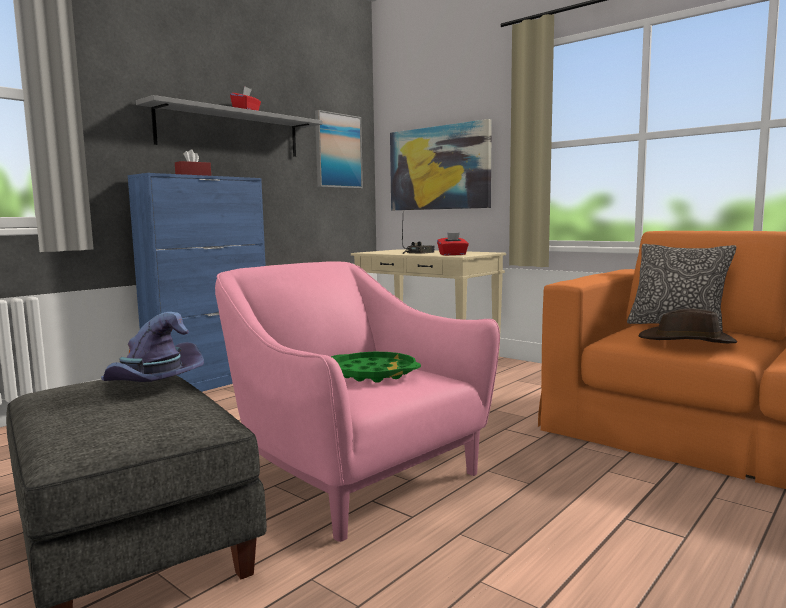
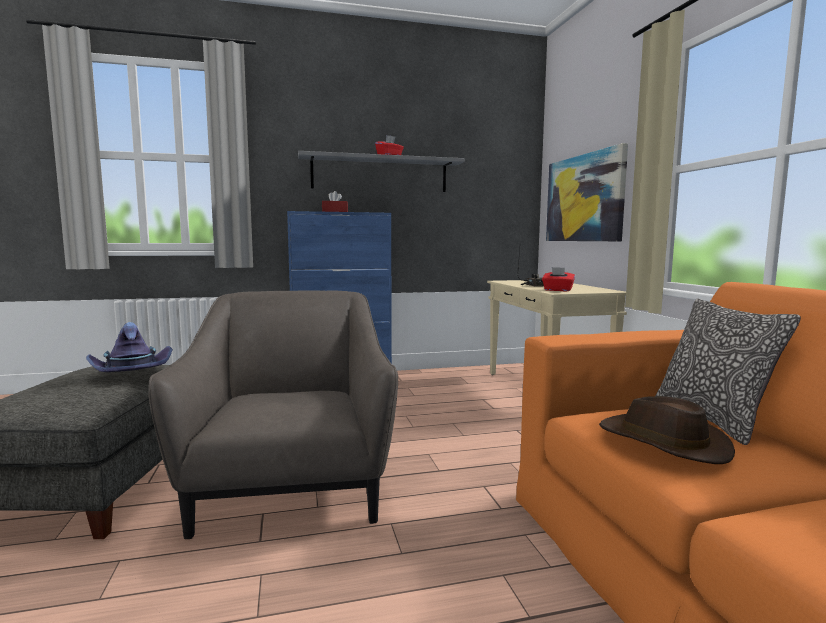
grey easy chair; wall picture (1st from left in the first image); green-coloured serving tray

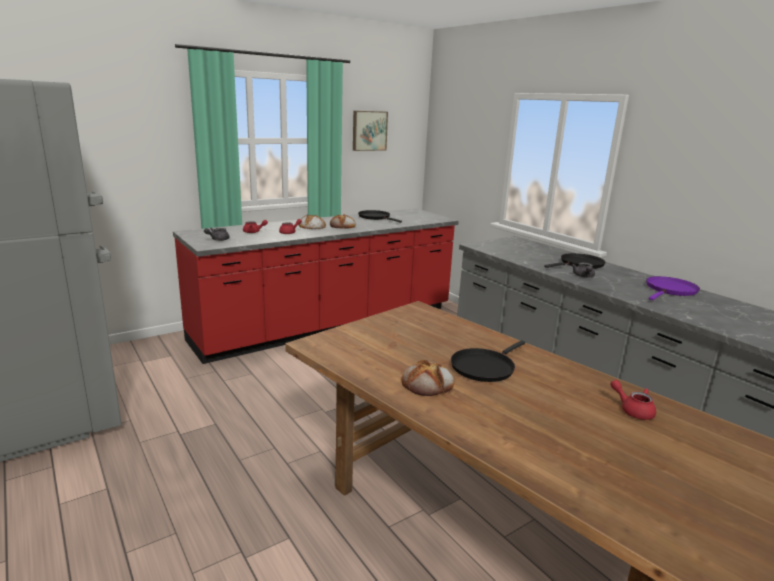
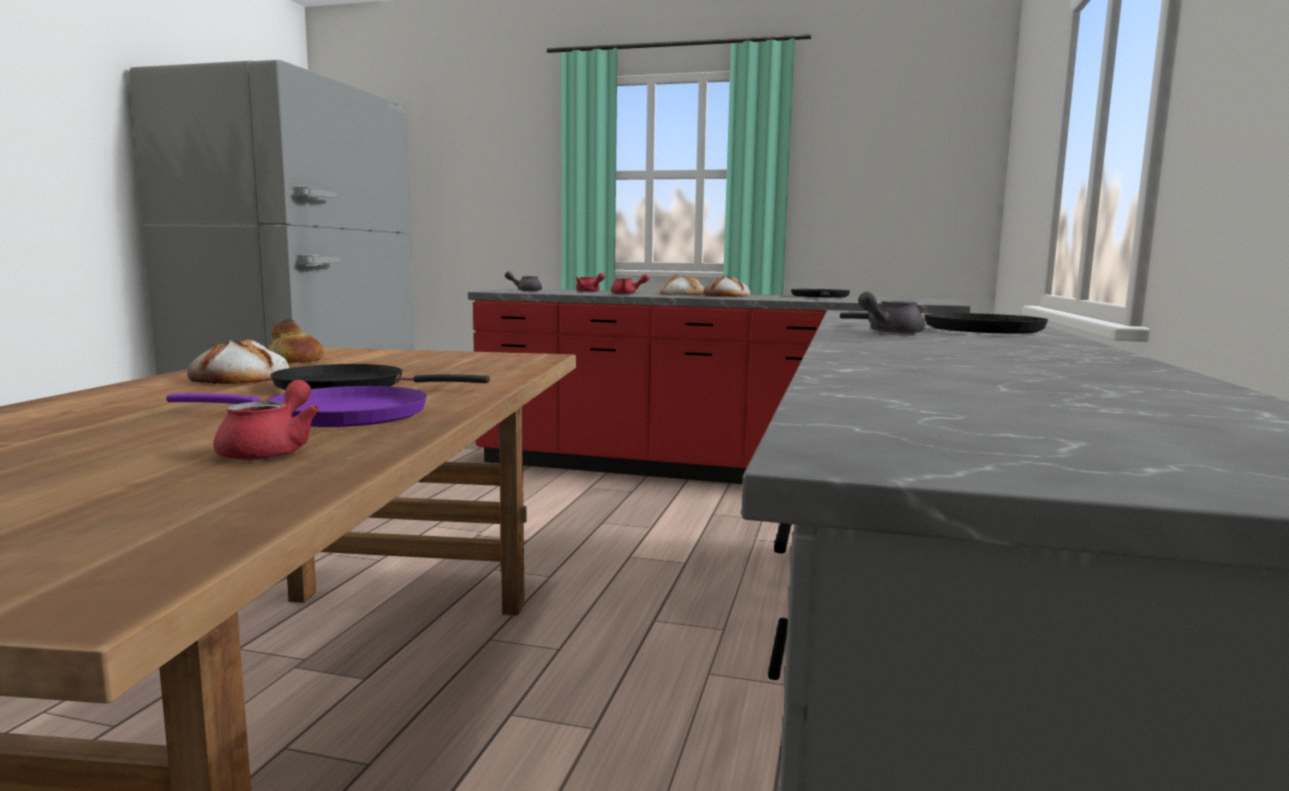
purplish pan; bakery bread (2nd from left); wall picture

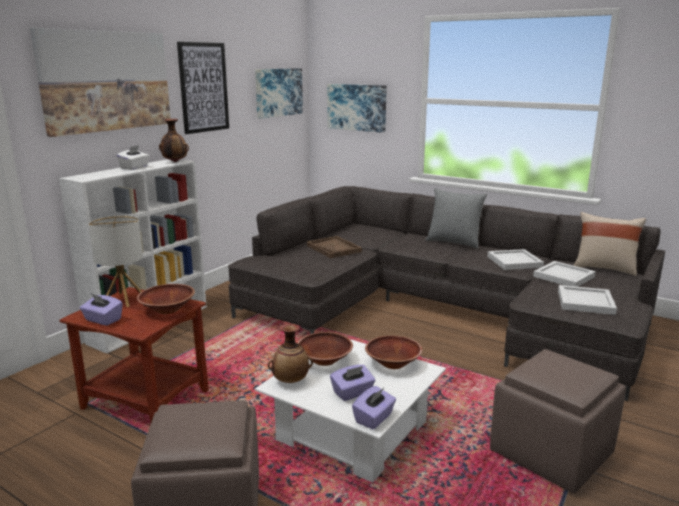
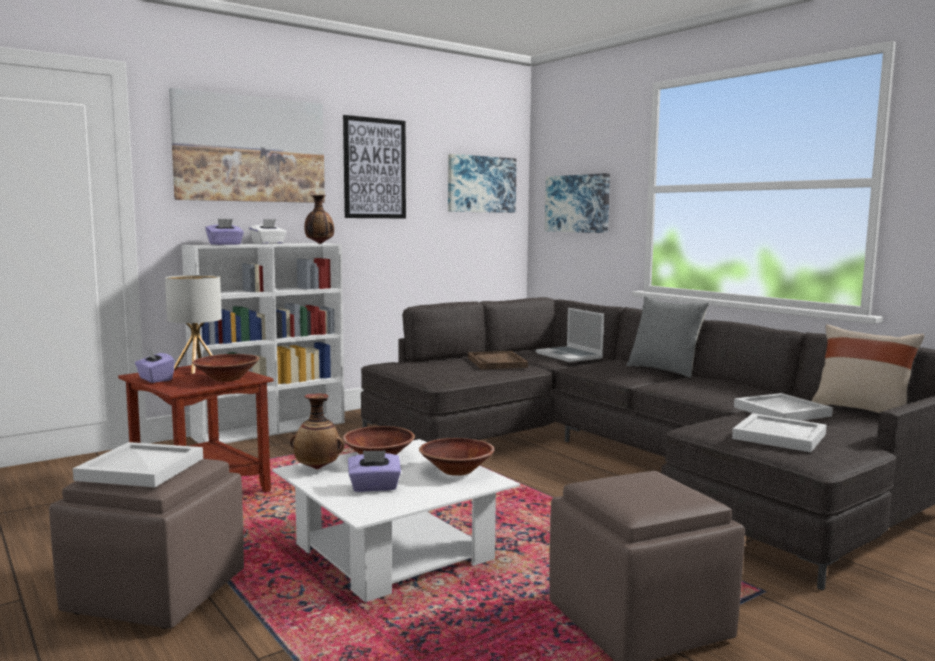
whitish serving tray (1st from left); purplish tissue box (2nd from left); laptop

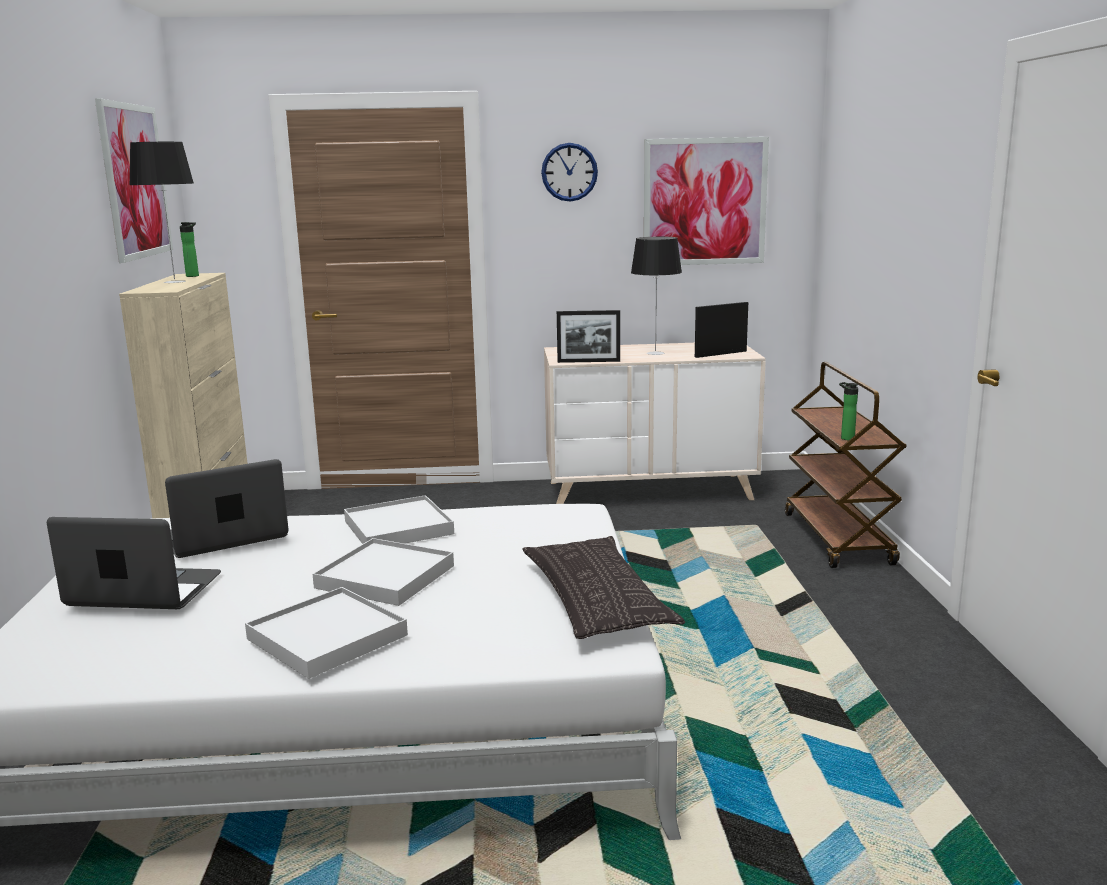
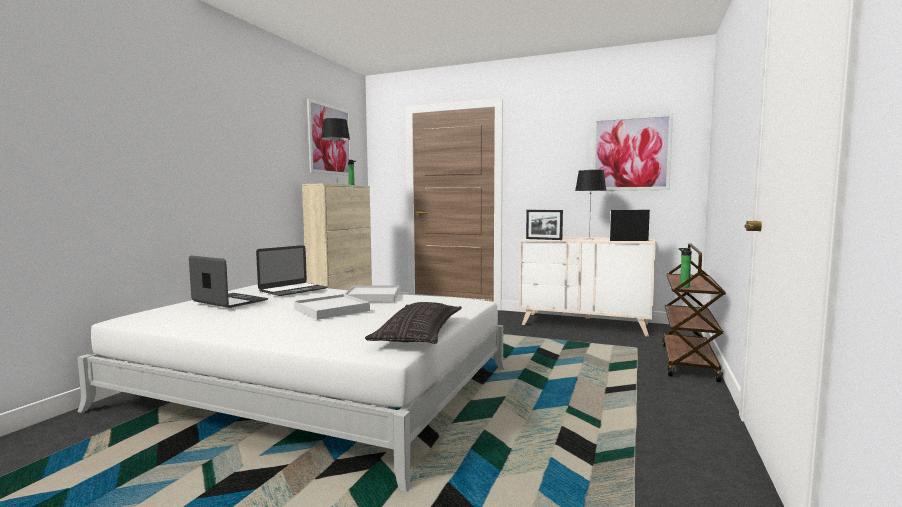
laptop (2nd from left); whitish serving tray (1st from left in the first image); clock on the wall

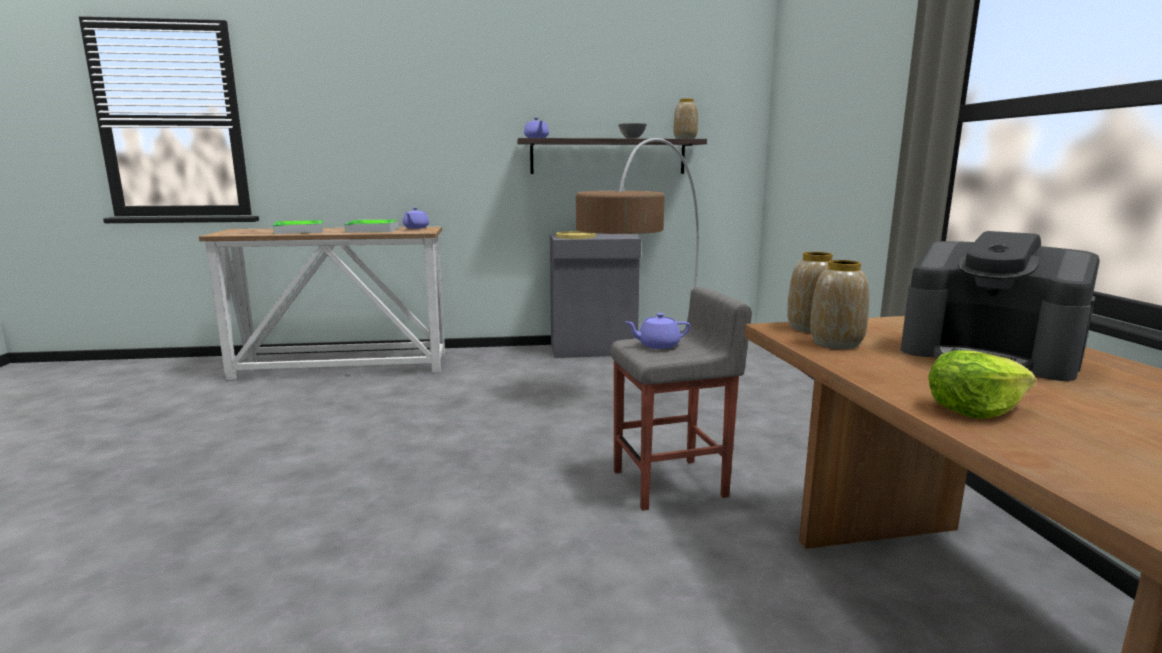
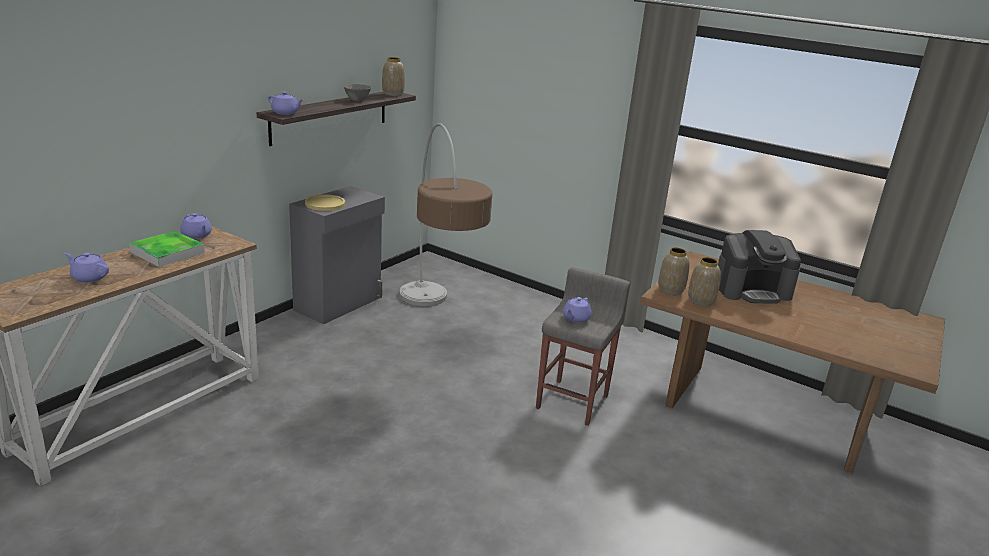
purplish tea pot (1st from left); head of lettuce

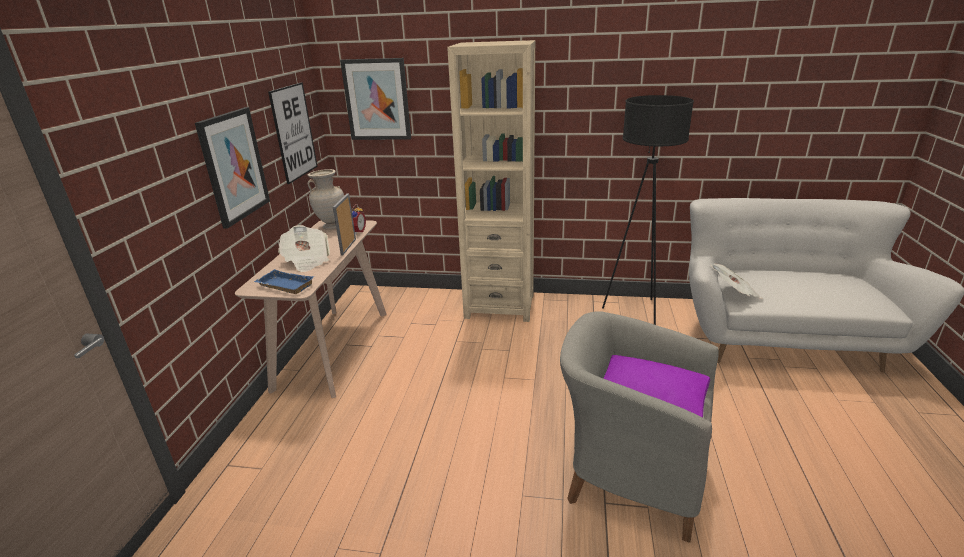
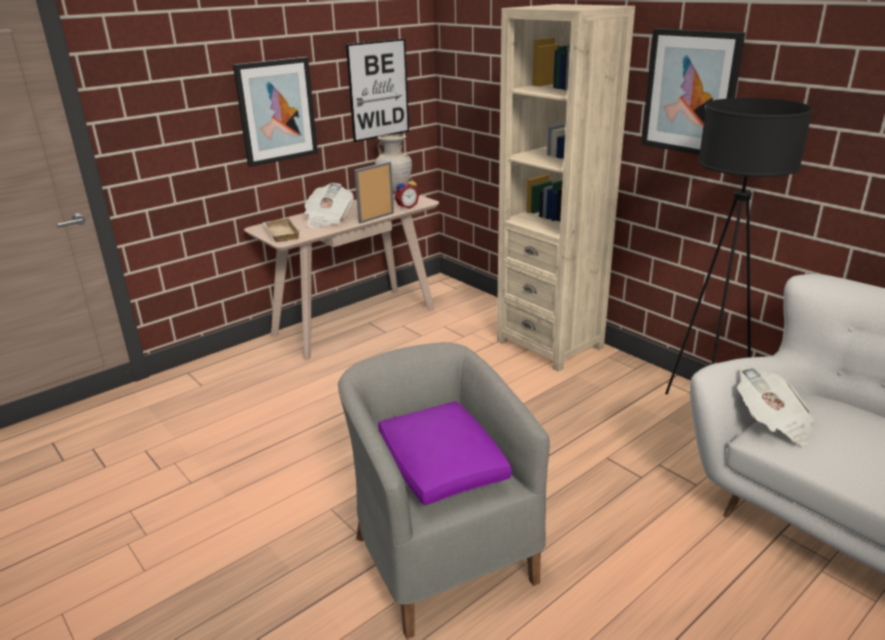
sand-coloured serving tray; wall picture (3rd from left)

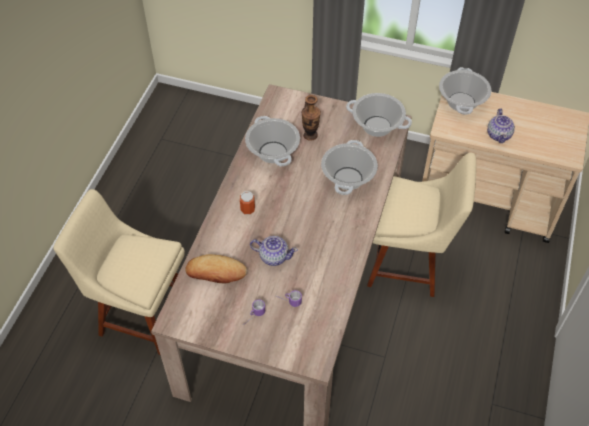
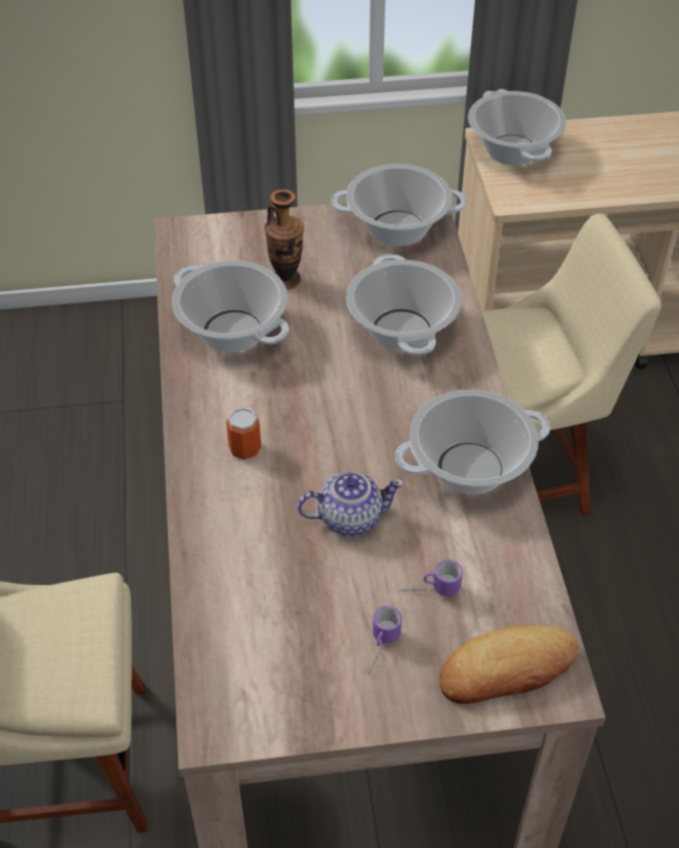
stockpot (4th from left); bakery bread; tea pot (2nd from left in the first image)

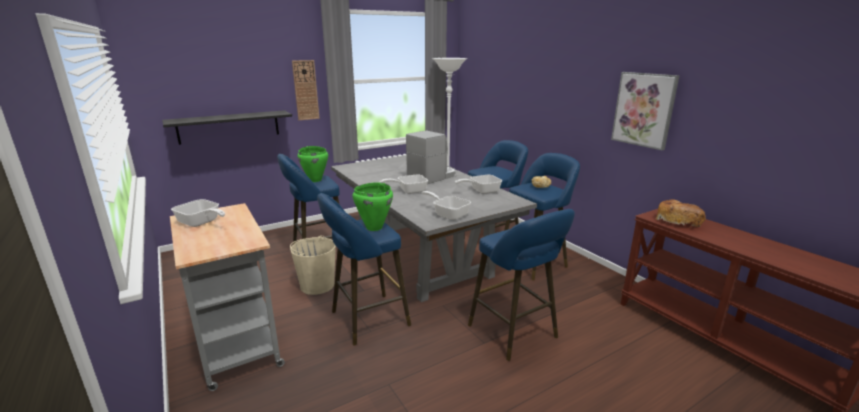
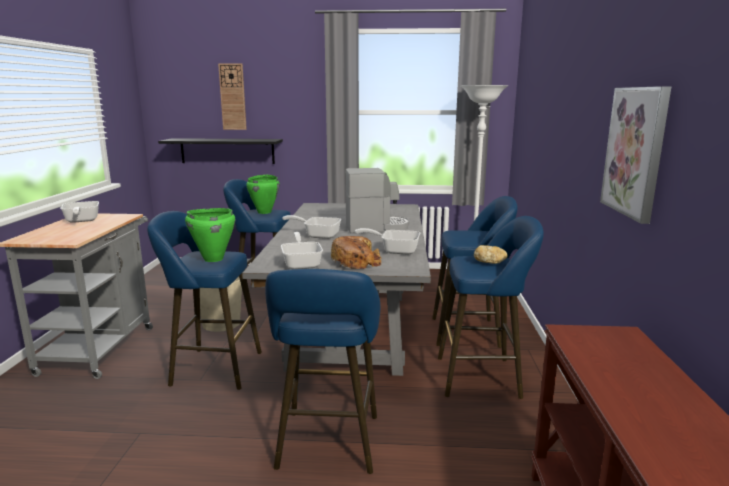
clock on the wall; bakery bread (1st from left)

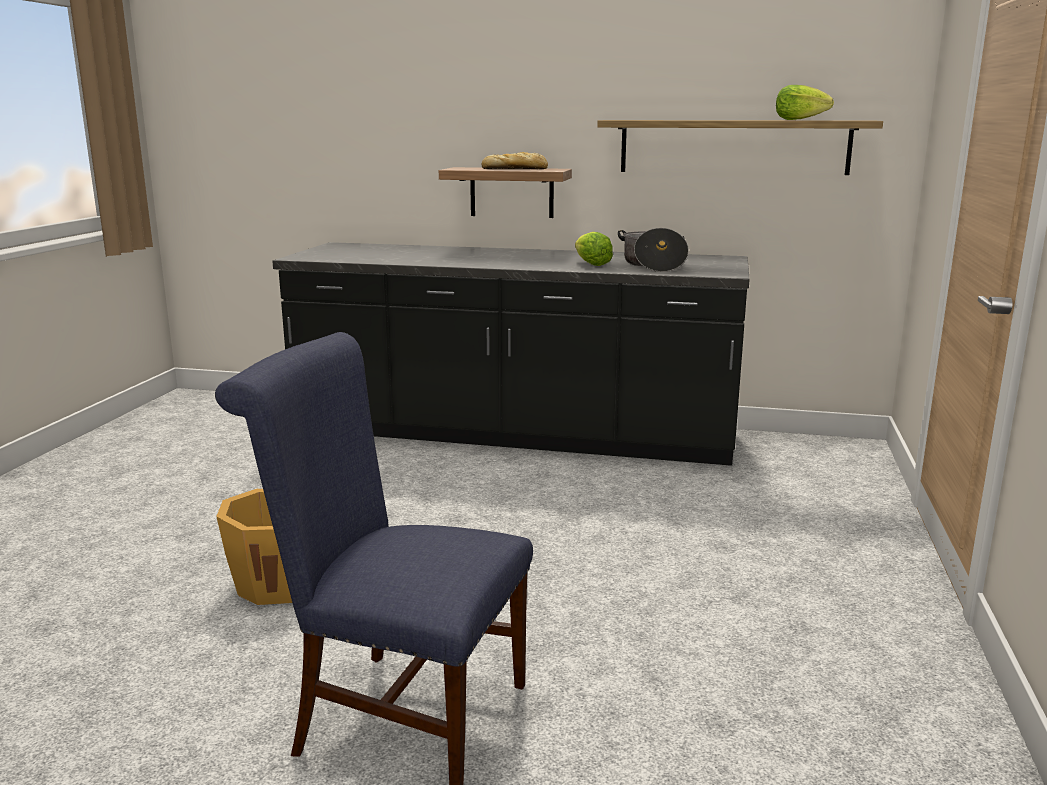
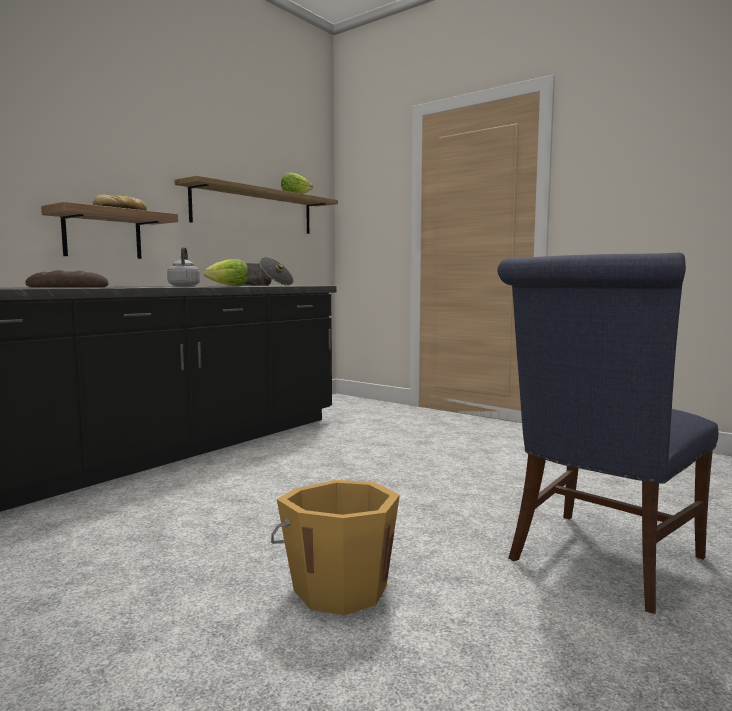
bakery bread (1st from left); grey kettle

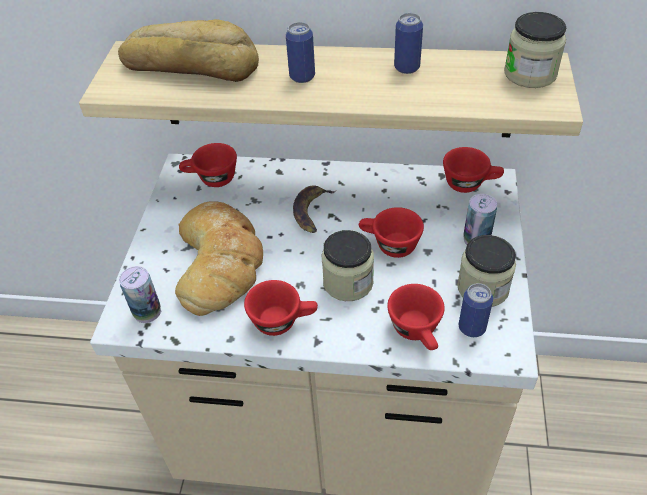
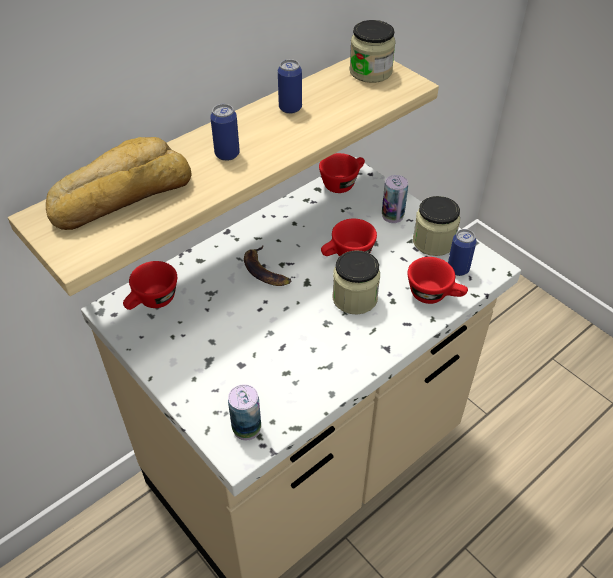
bakery bread (2nd from left in the first image); red-coloured drinking cup (2nd from left in the first image)

